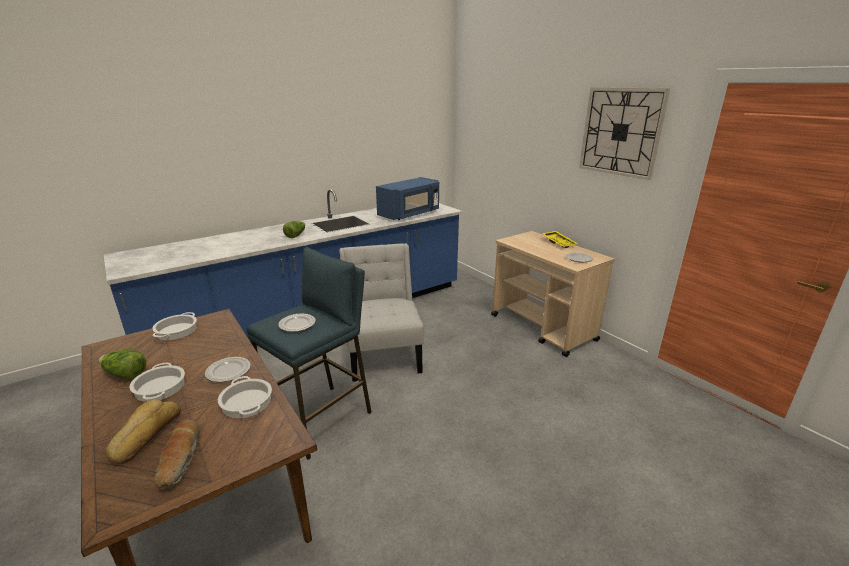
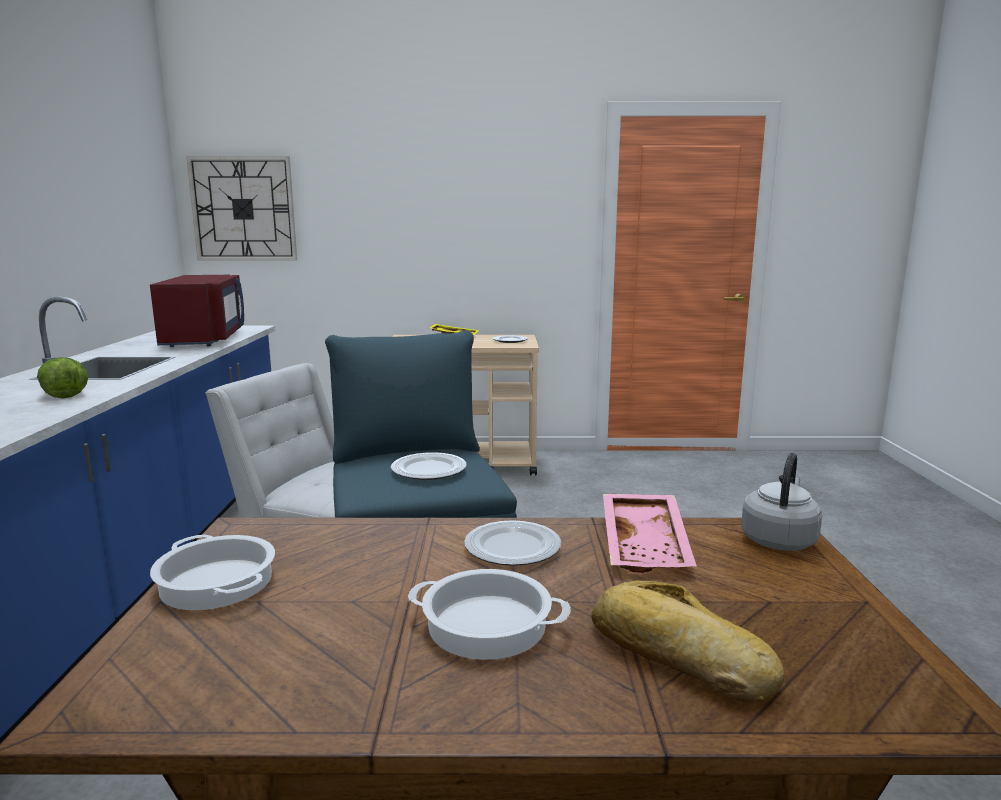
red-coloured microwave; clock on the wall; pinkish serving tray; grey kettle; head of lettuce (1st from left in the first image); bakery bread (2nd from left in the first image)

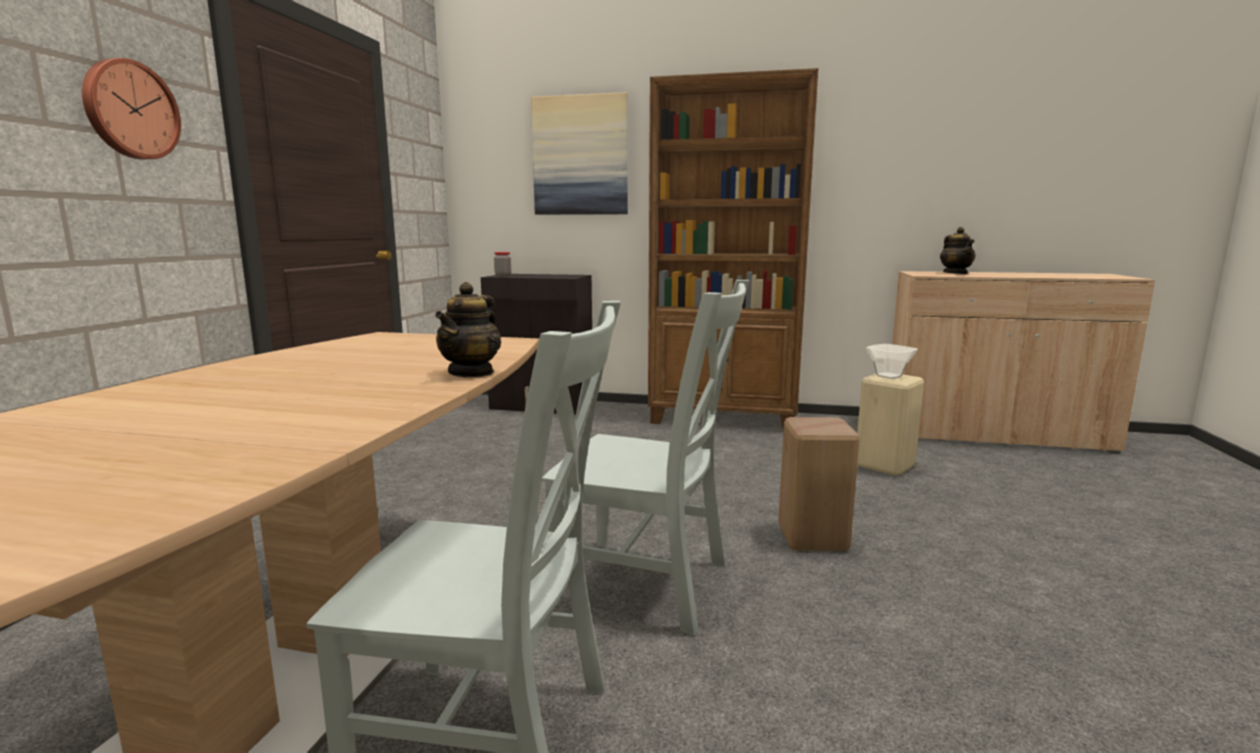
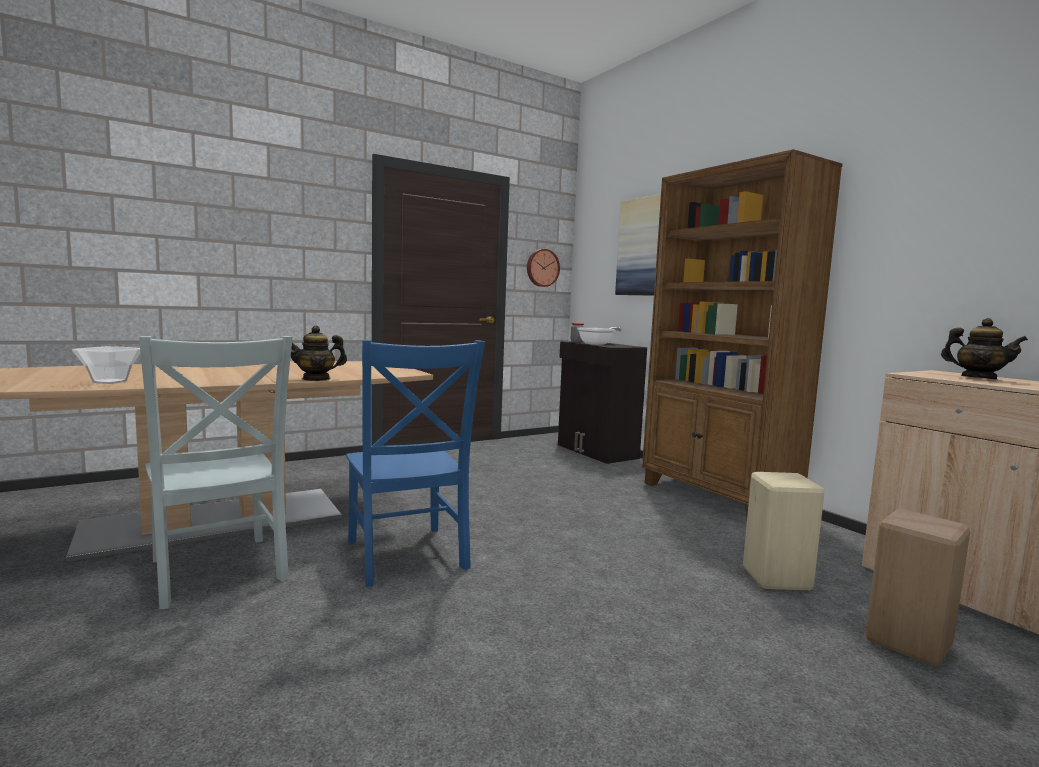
bowl; blue-coloured upright chair; clock on the wall; pan; sand-coloured sitting stool (2nd from left); tea pot (2nd from left)

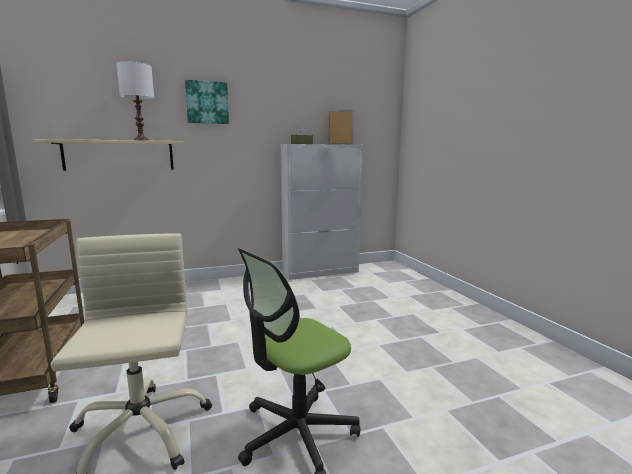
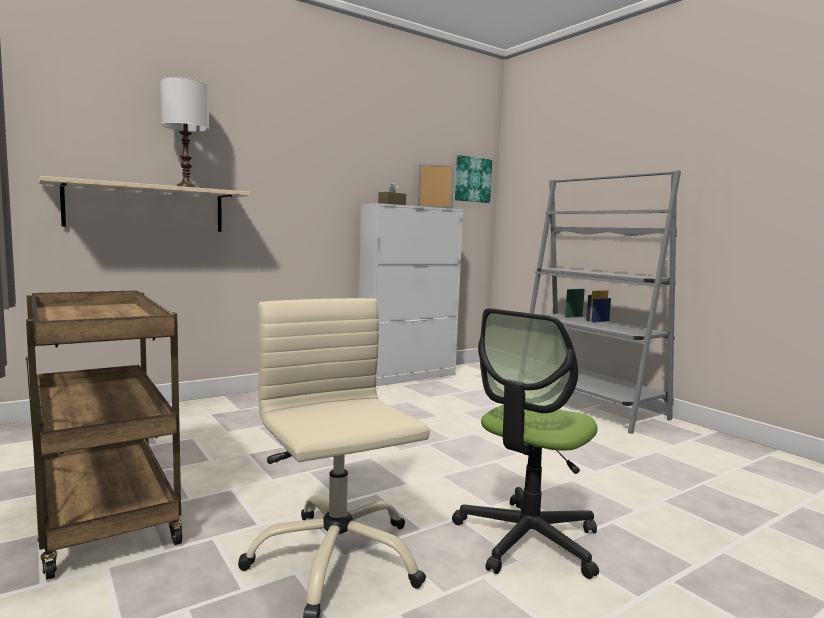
wall picture; grey bookcase

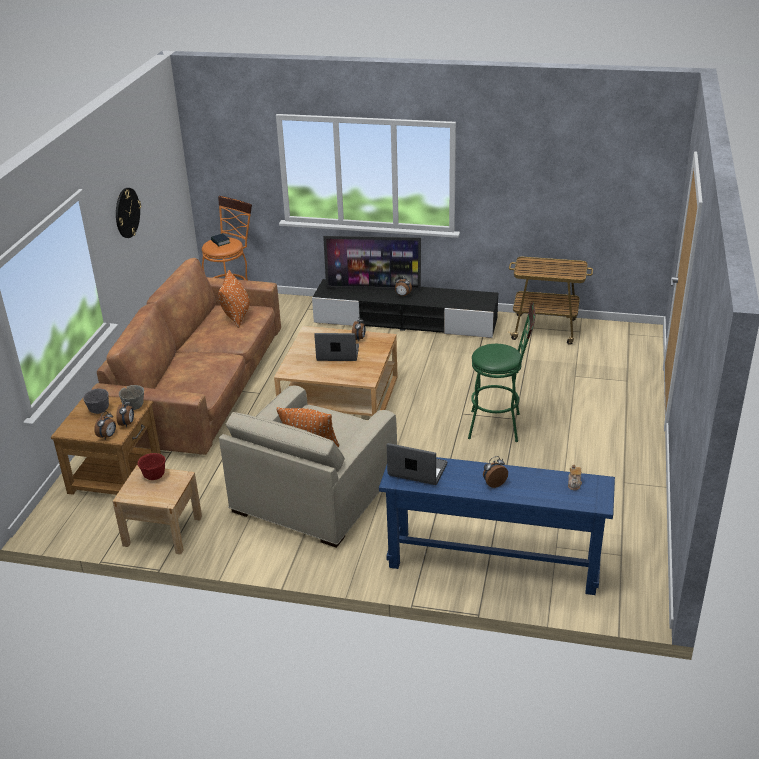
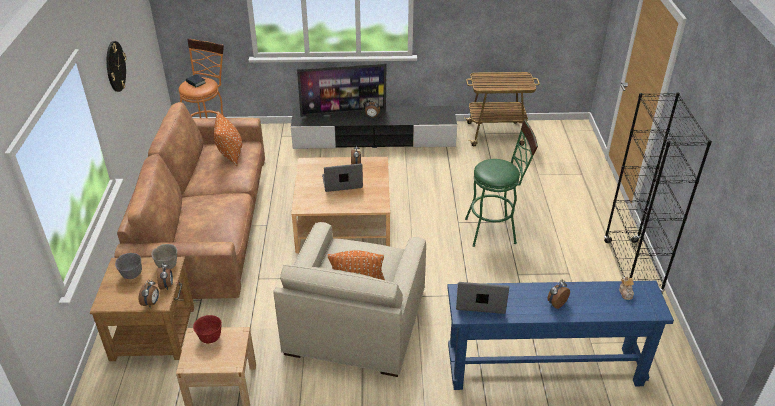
blackish bookcase

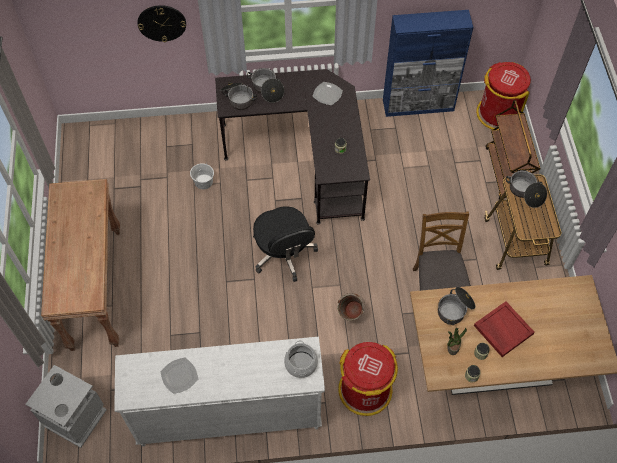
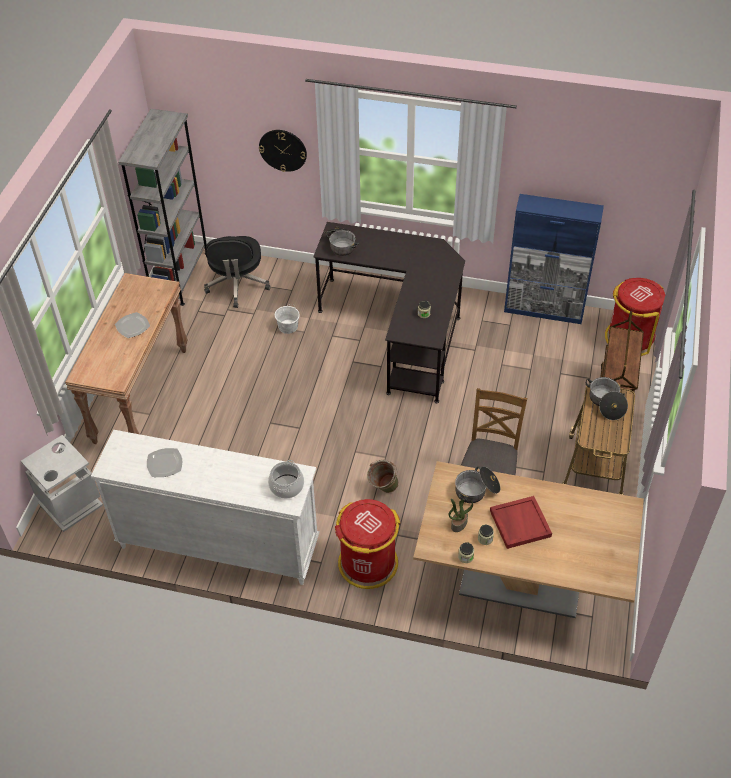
dinner plate (1st from left); grey bookcase; blackish computer chair; stockpot (2nd from left in the first image)

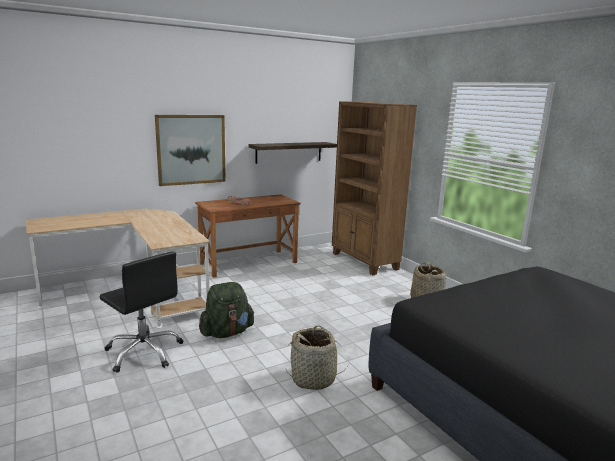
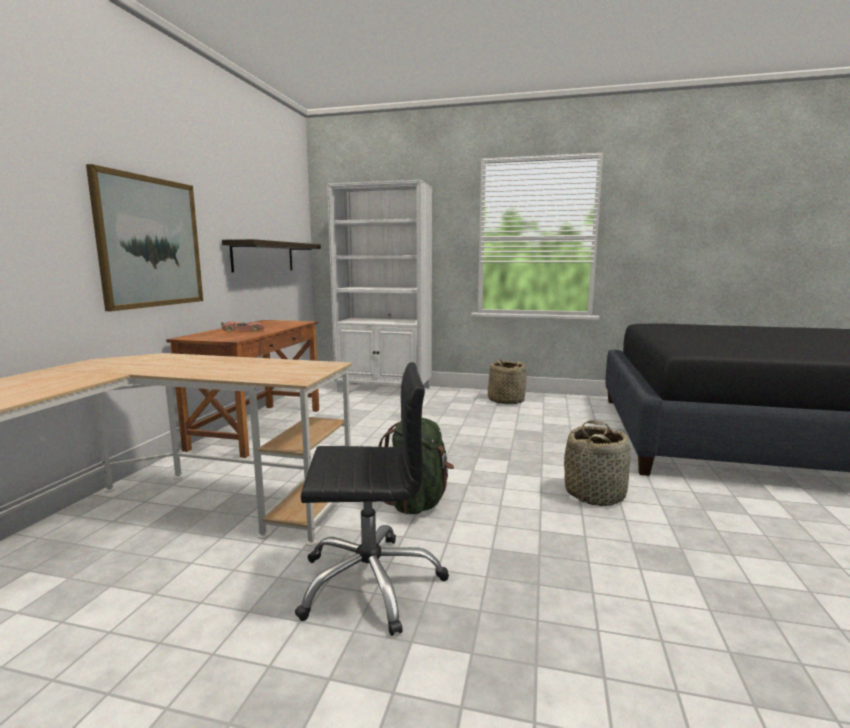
whitish bookcase

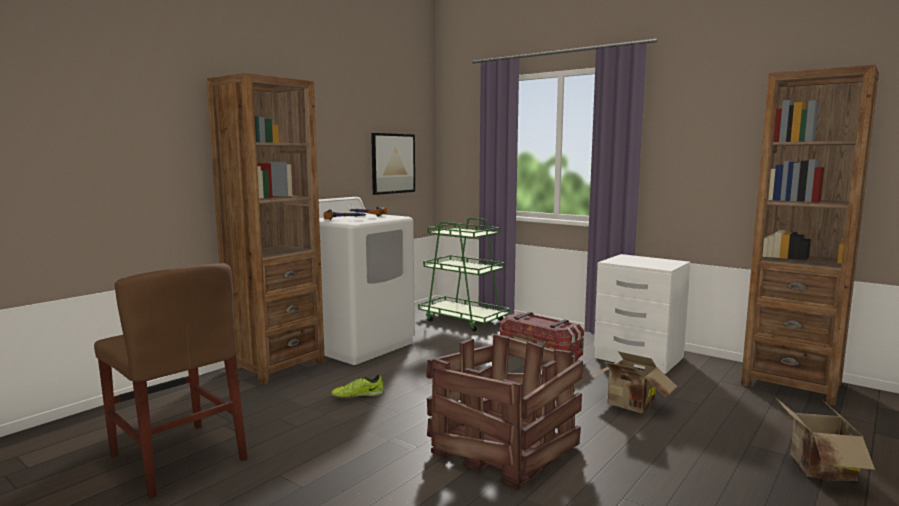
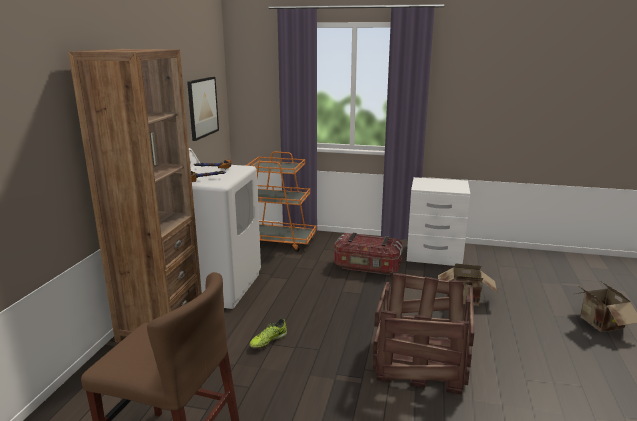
orange cart; brownish bookcase (2nd from left in the first image)

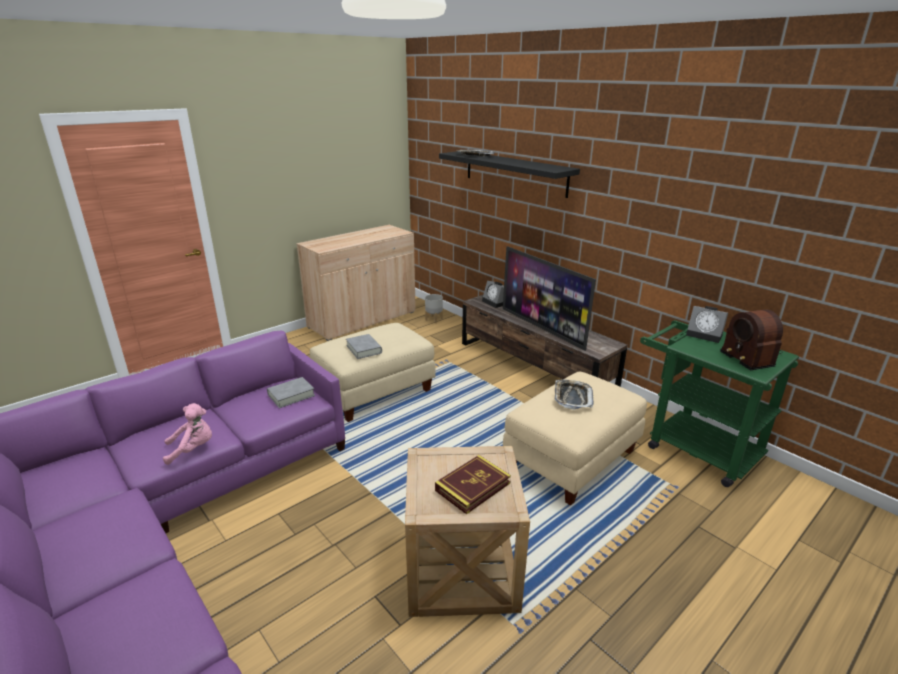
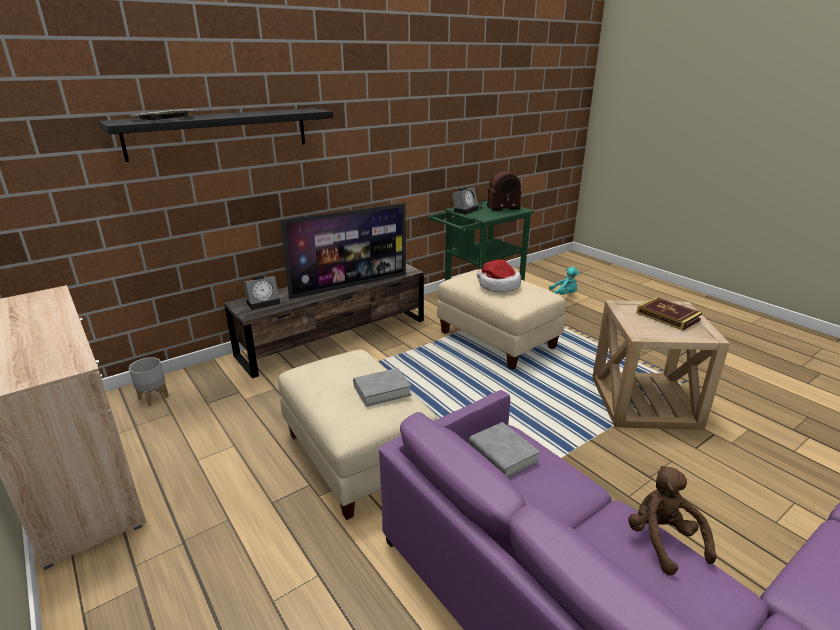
clothing hat; blue-green plush toy; brownish plush toy

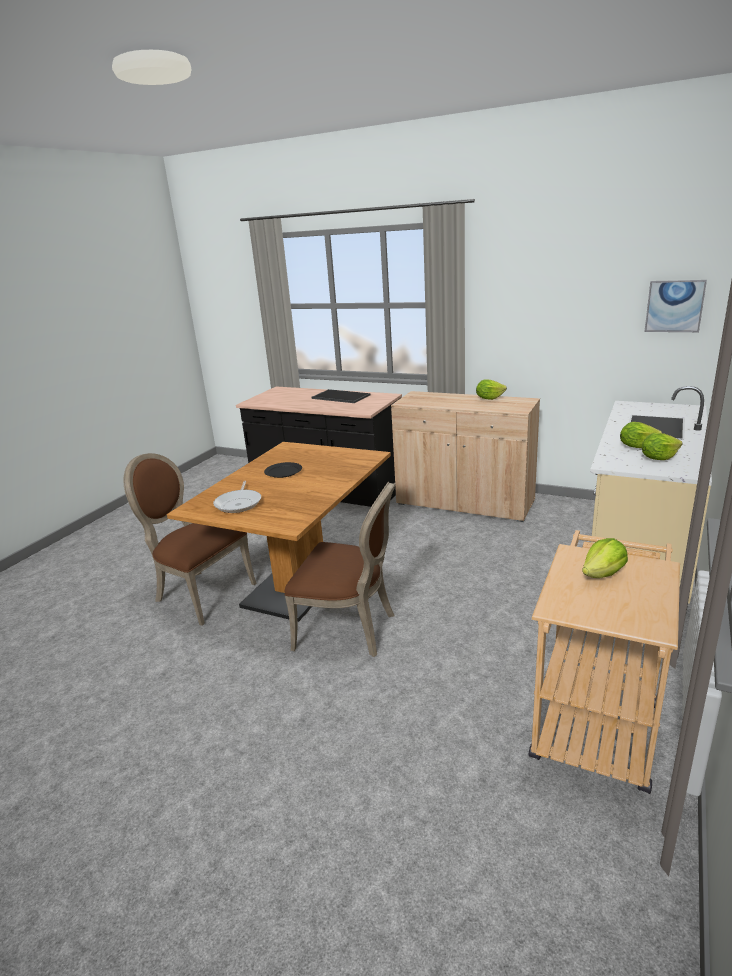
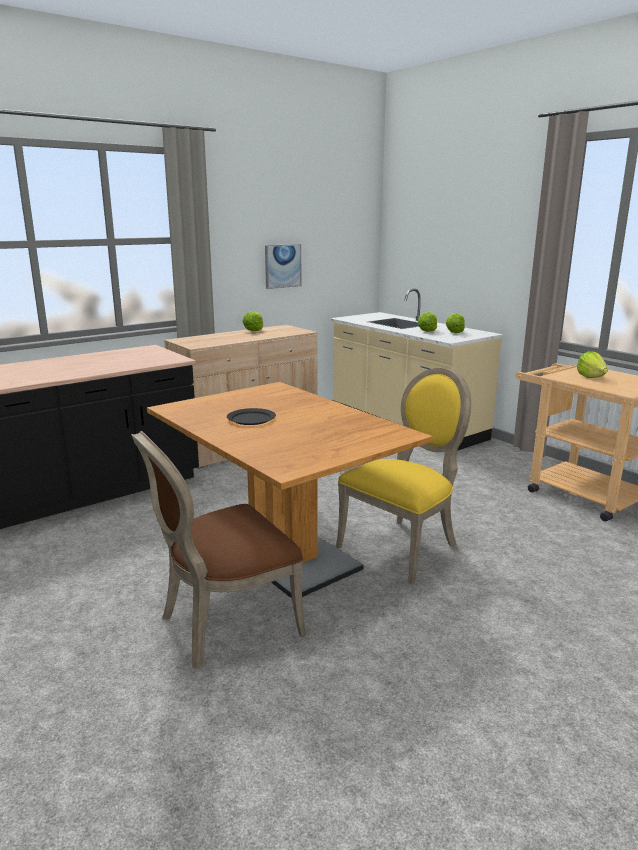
wall picture; yellow upright chair; pan; serving tray

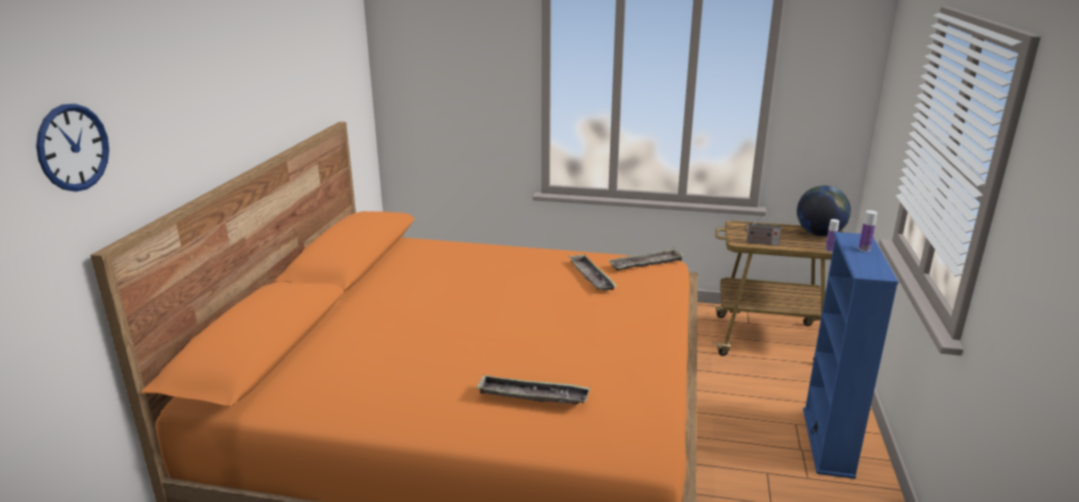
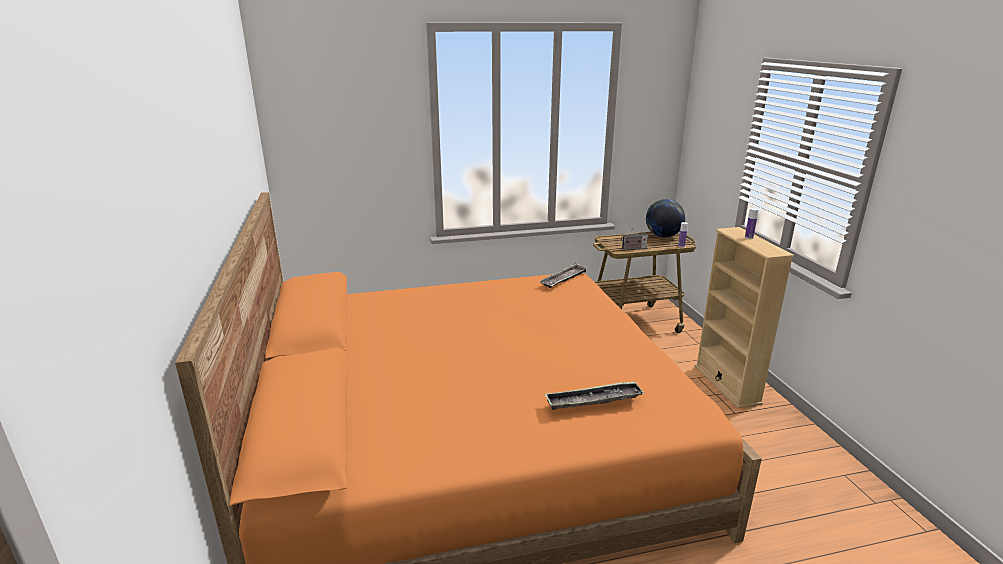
sand-coloured bookcase; clock on the wall; serving tray (2nd from left in the first image)

